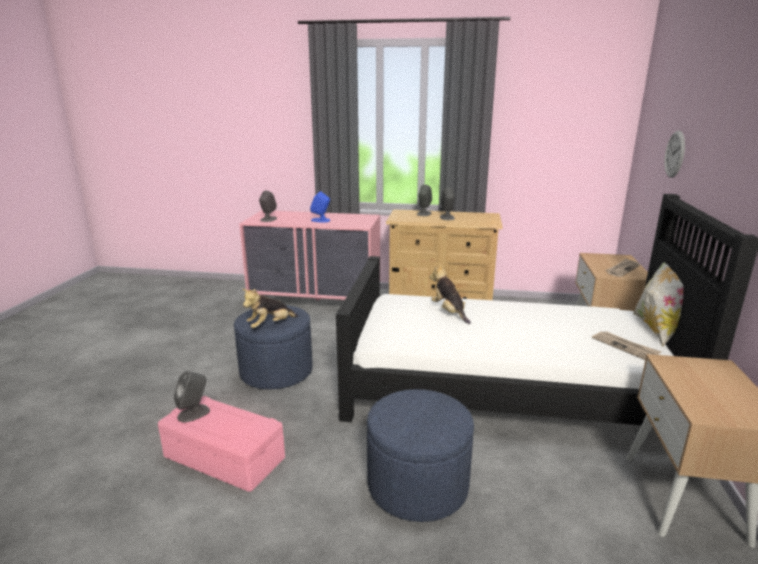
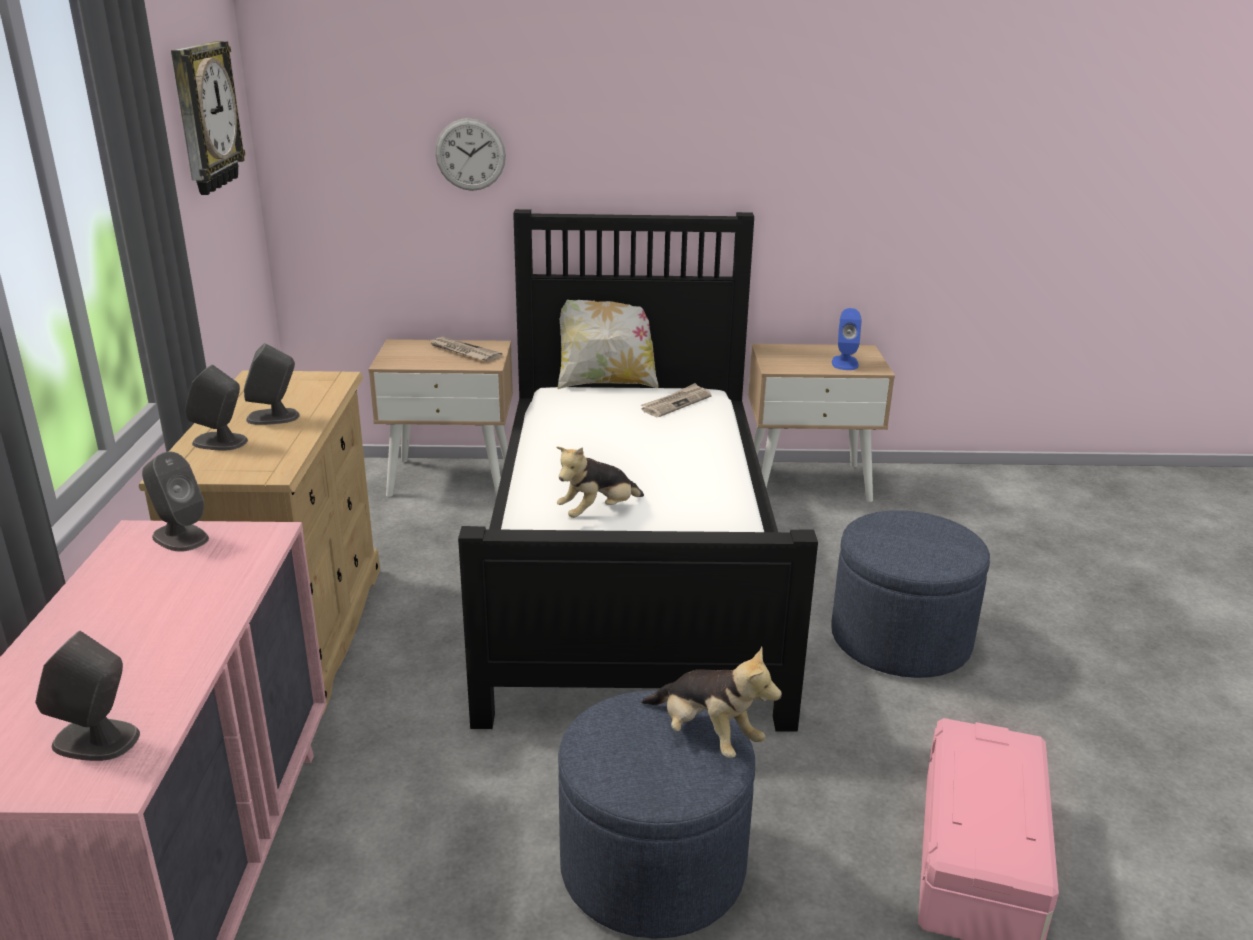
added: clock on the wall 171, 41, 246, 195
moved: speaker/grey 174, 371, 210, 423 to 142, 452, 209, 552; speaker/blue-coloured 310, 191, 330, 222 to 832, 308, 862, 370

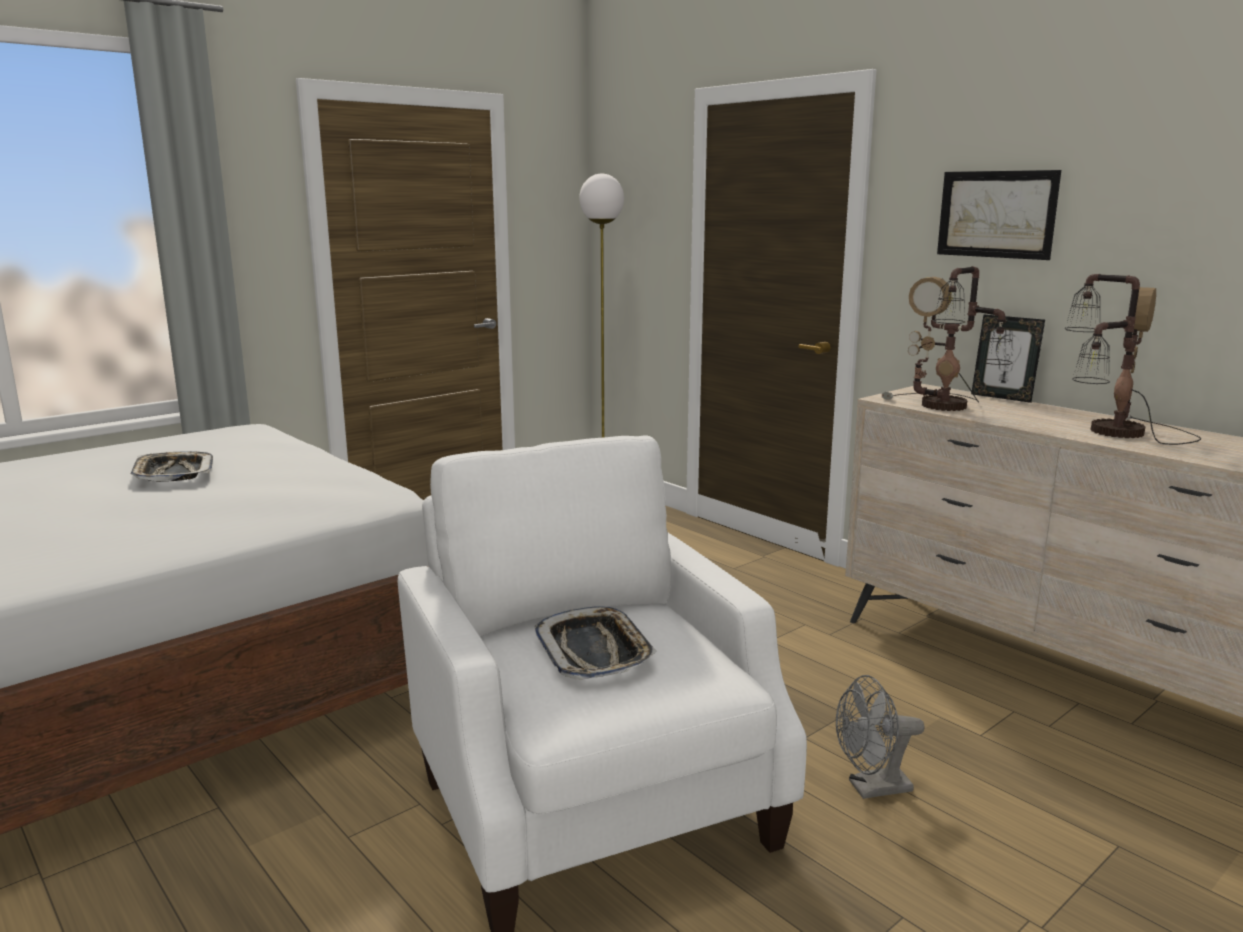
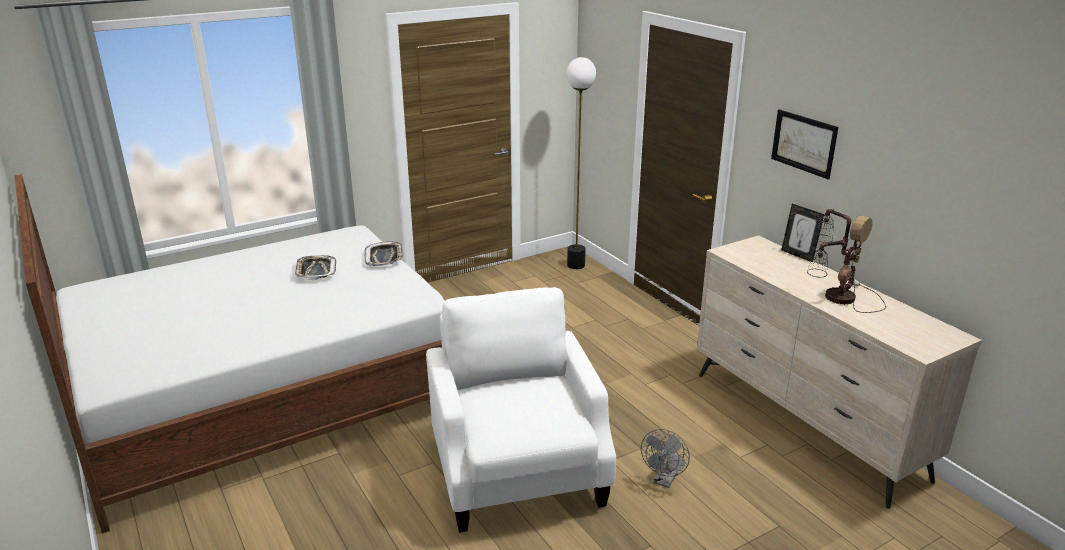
removed: tabletop lamp 882, 266, 1013, 411
moved: tray 534, 606, 657, 680 to 365, 241, 403, 266
turned: electric fan/grey 836, 675, 925, 799 = 641, 429, 690, 488 60 degrees counterclockwise

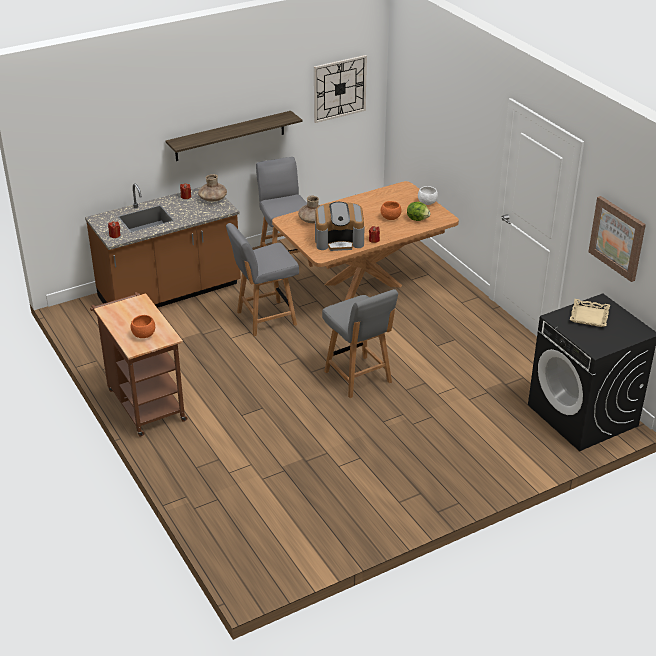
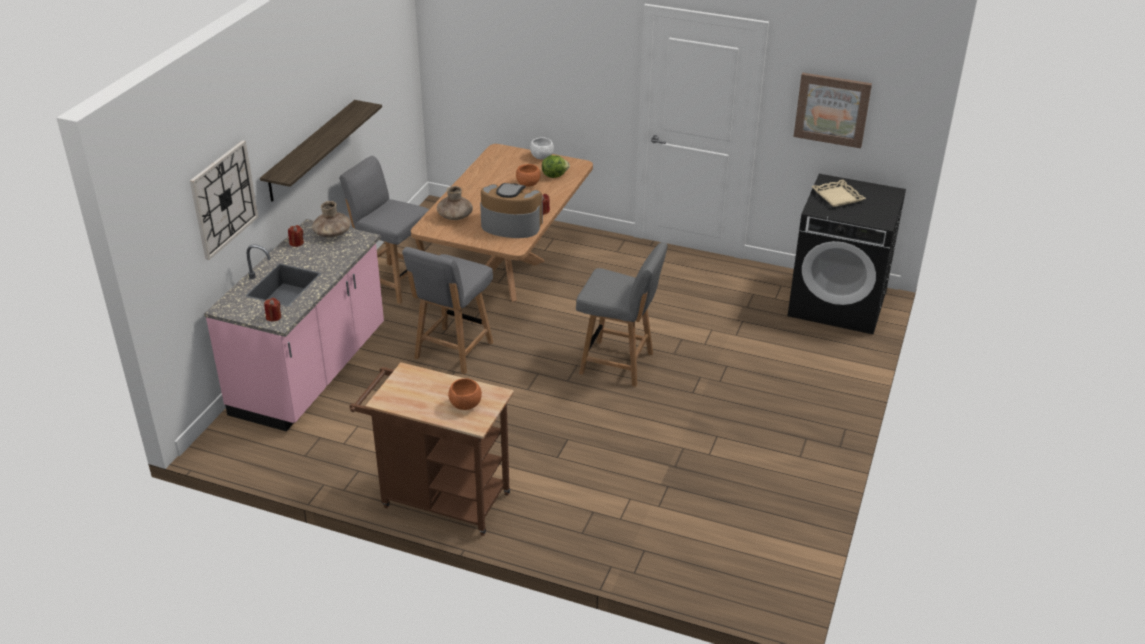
moved: clock on the wall 314, 55, 367, 123 to 190, 140, 258, 260
recoloured: kitchen base unit/brown-coloured 85, 183, 241, 308 to kitchen base unit/pink 204, 219, 384, 432
turned: coffee machine 315, 202, 365, 251 = 480, 183, 543, 238 120 degrees counterclockwise

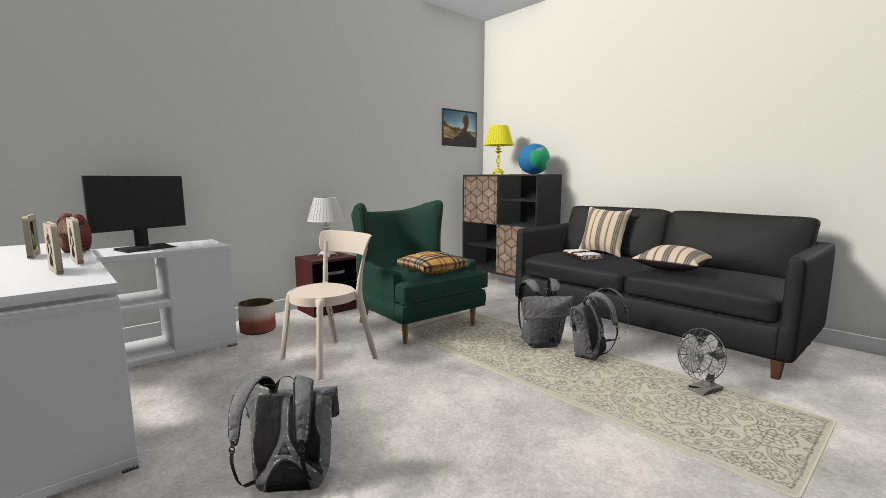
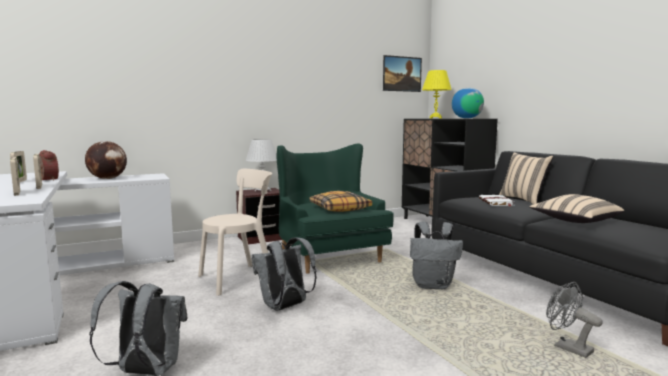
removed: plant pot 238, 298, 276, 335
moved: backpack/grey 570, 288, 629, 361 to 251, 237, 317, 311
replaced: computer display 81, 176, 186, 253 to desk globe 85, 141, 127, 179
turned: electric fan/grey 677, 328, 727, 396 = 546, 282, 603, 358 60 degrees clockwise

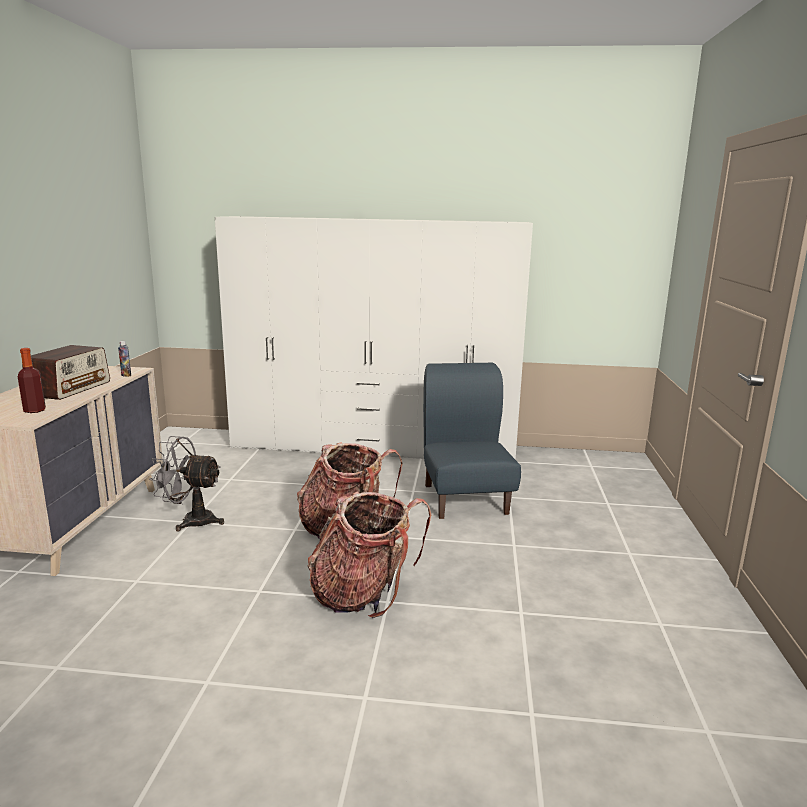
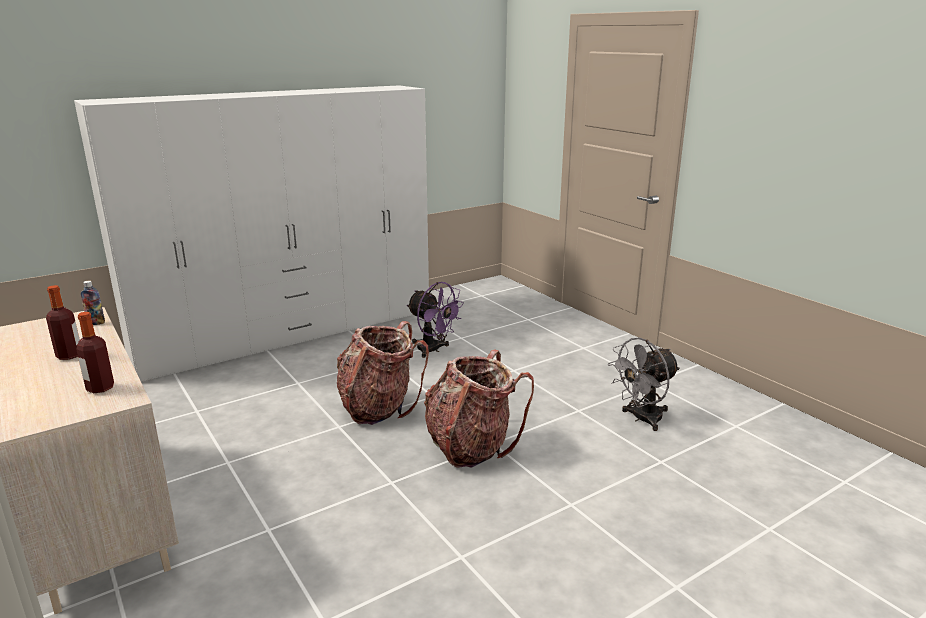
moved: electric fan/grey 149, 436, 224, 531 to 608, 337, 680, 431
replaced: radio set 22, 345, 110, 400 to bottle 46, 285, 80, 360; plain chair/blue-coloured 423, 363, 521, 519 to electric fan/purplish 407, 282, 464, 358

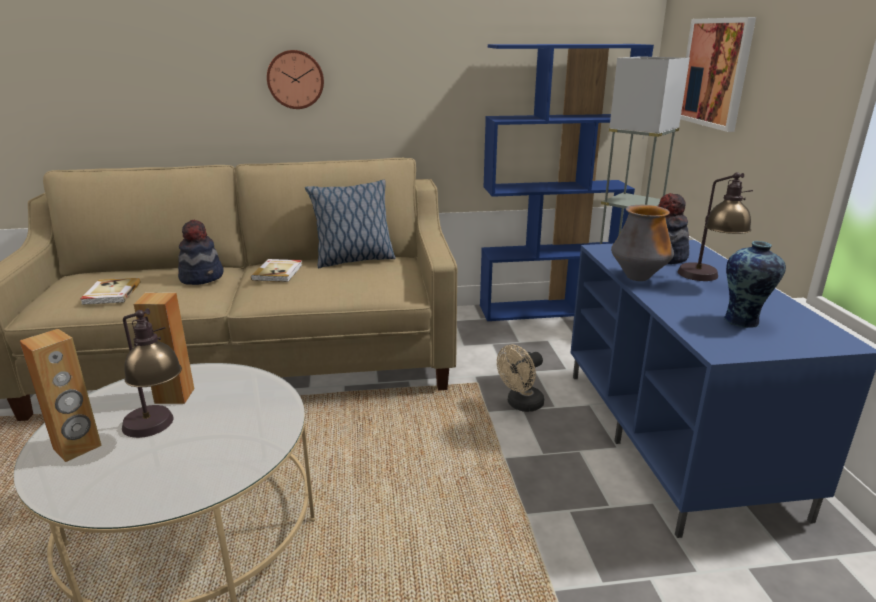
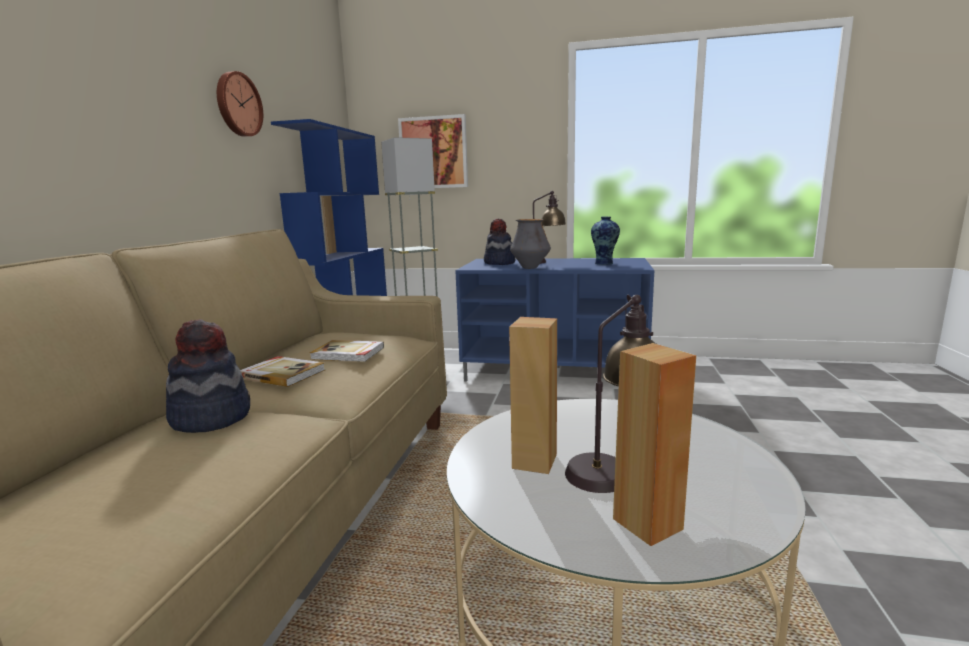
removed: throw pillow 305, 180, 396, 268; electric fan/sand-coloured 497, 345, 544, 412
moved: bound book 80, 278, 141, 305 to 310, 340, 384, 362; clock on the wall 267, 50, 324, 109 to 217, 71, 263, 137

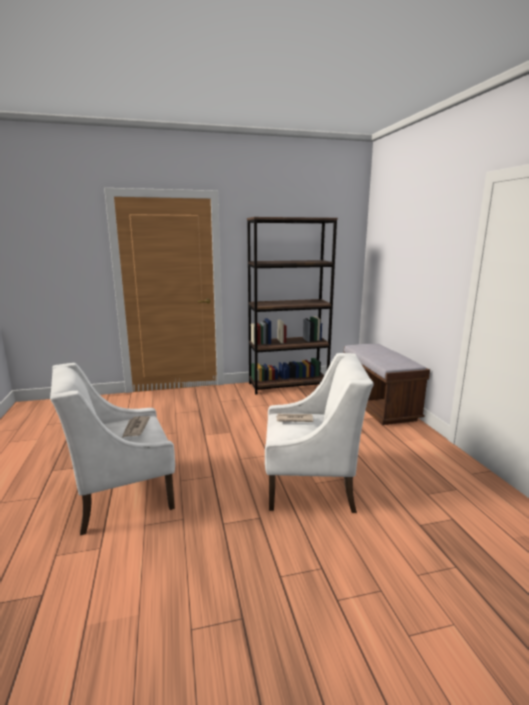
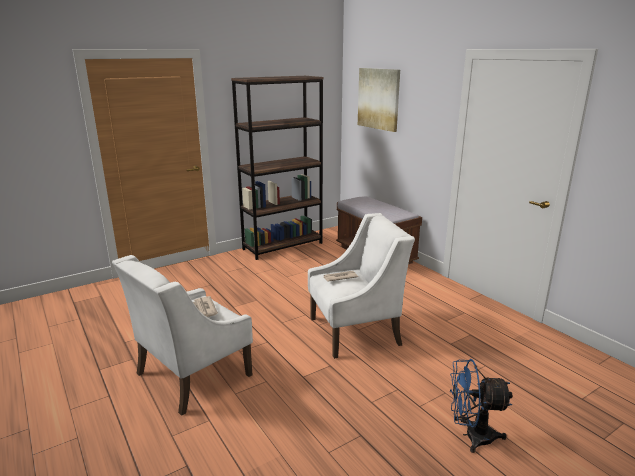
added: wall art 358, 68, 400, 132; electric fan/blue-coloured 450, 359, 512, 453

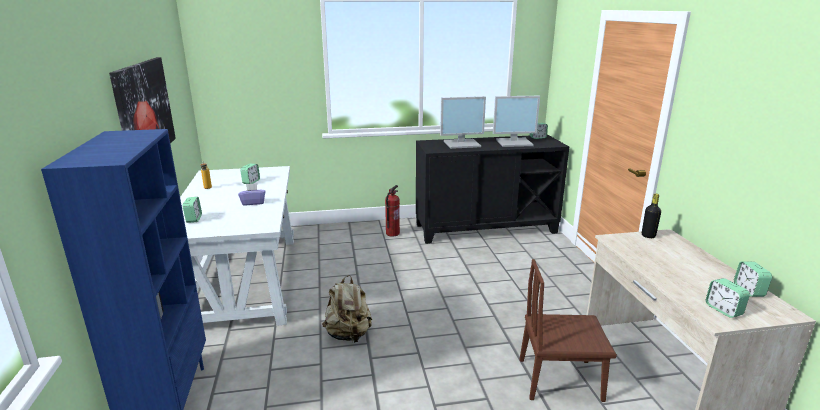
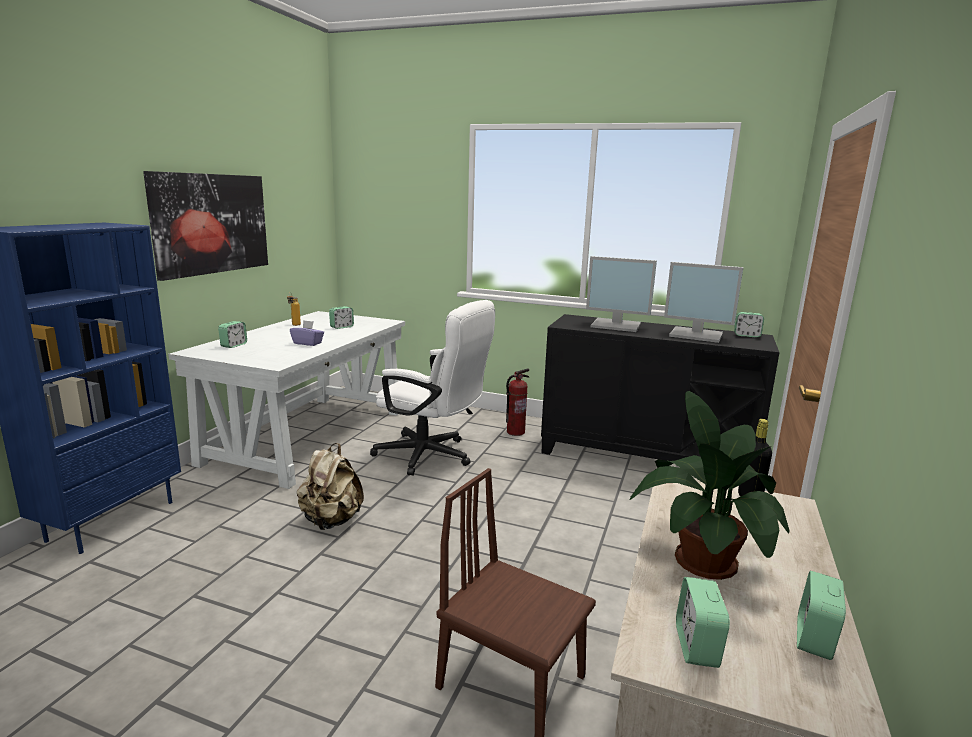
added: office chair/white-coloured 370, 300, 495, 476; potted plant 629, 391, 789, 580

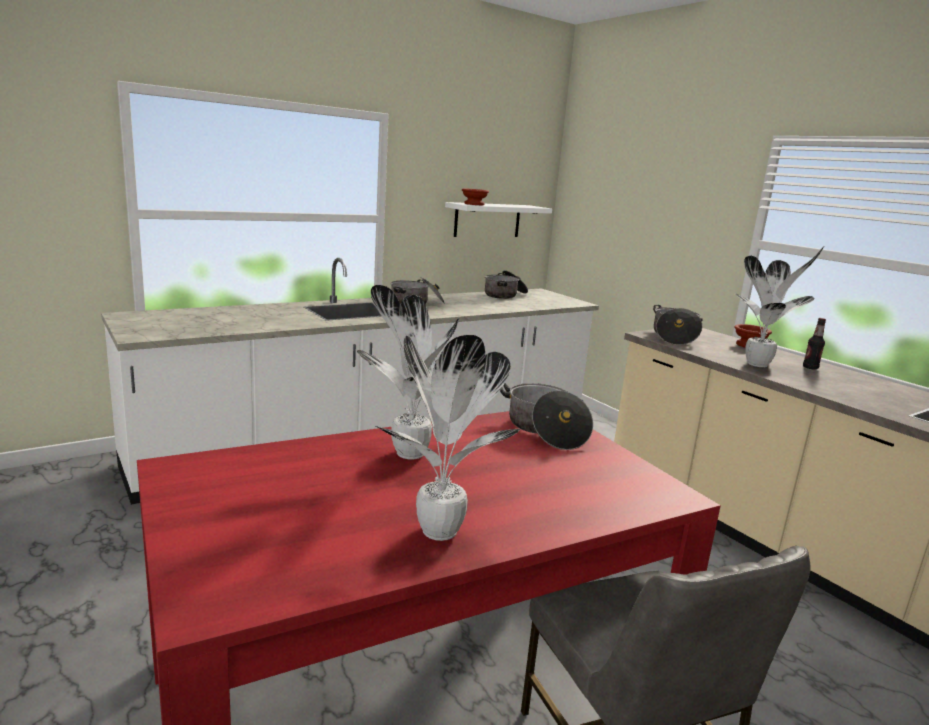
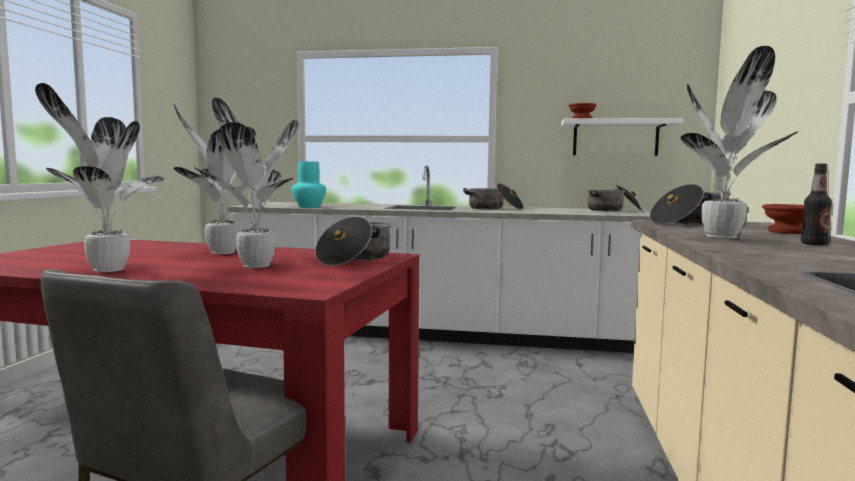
added: potted plant 194, 98, 299, 268; flower vase/blue-green 291, 161, 326, 208

